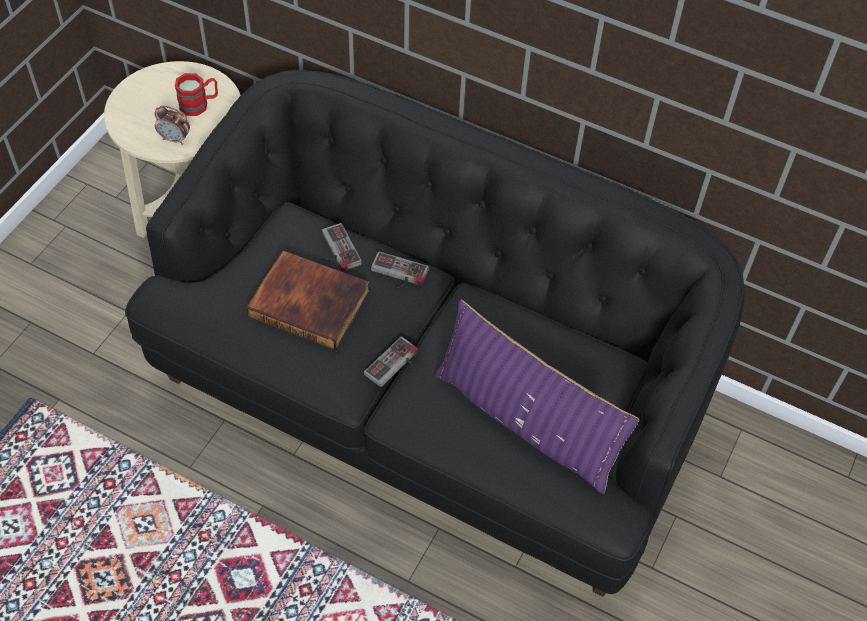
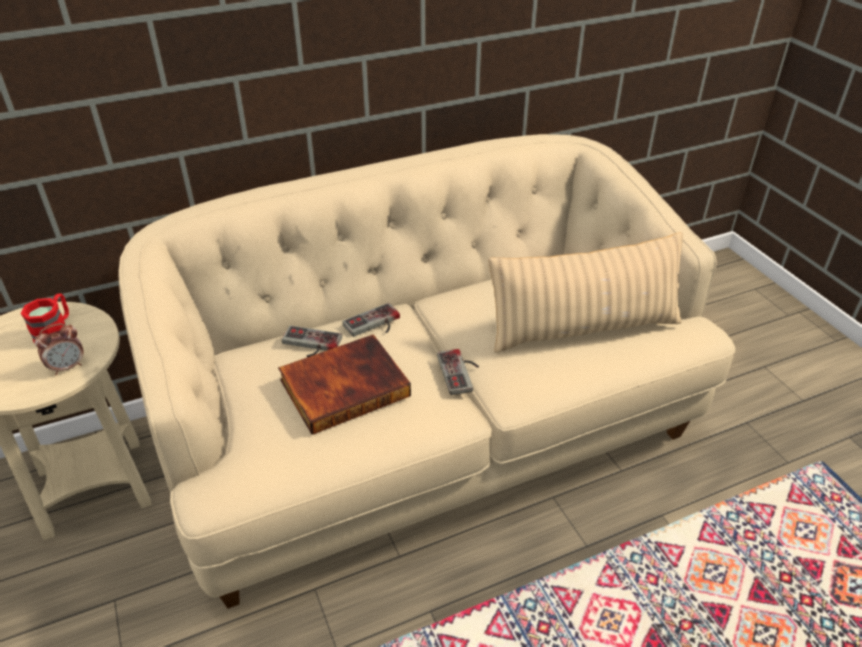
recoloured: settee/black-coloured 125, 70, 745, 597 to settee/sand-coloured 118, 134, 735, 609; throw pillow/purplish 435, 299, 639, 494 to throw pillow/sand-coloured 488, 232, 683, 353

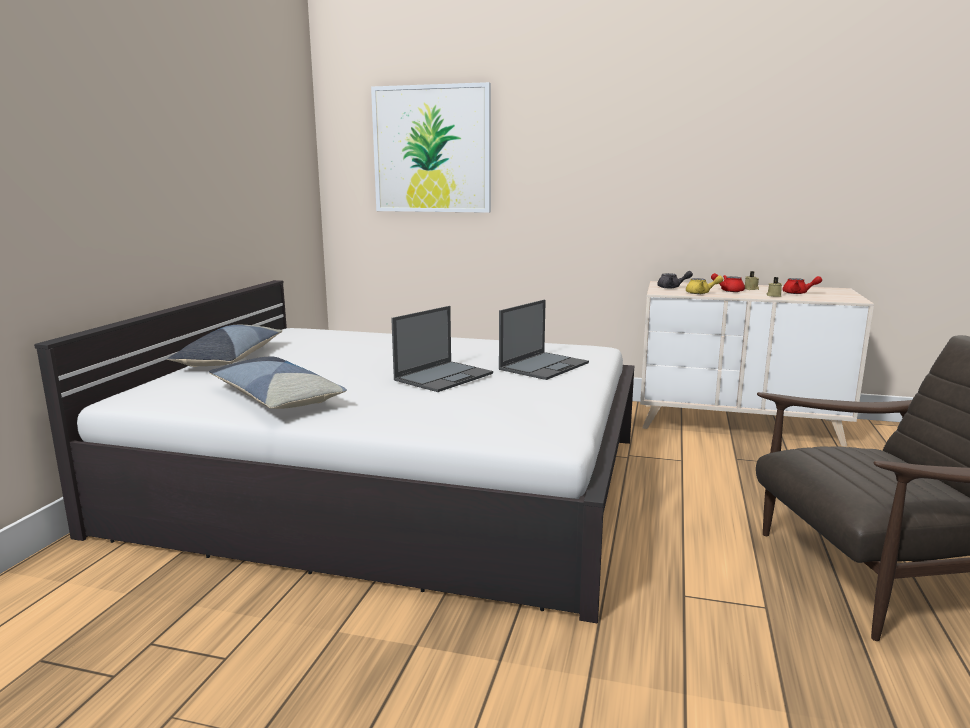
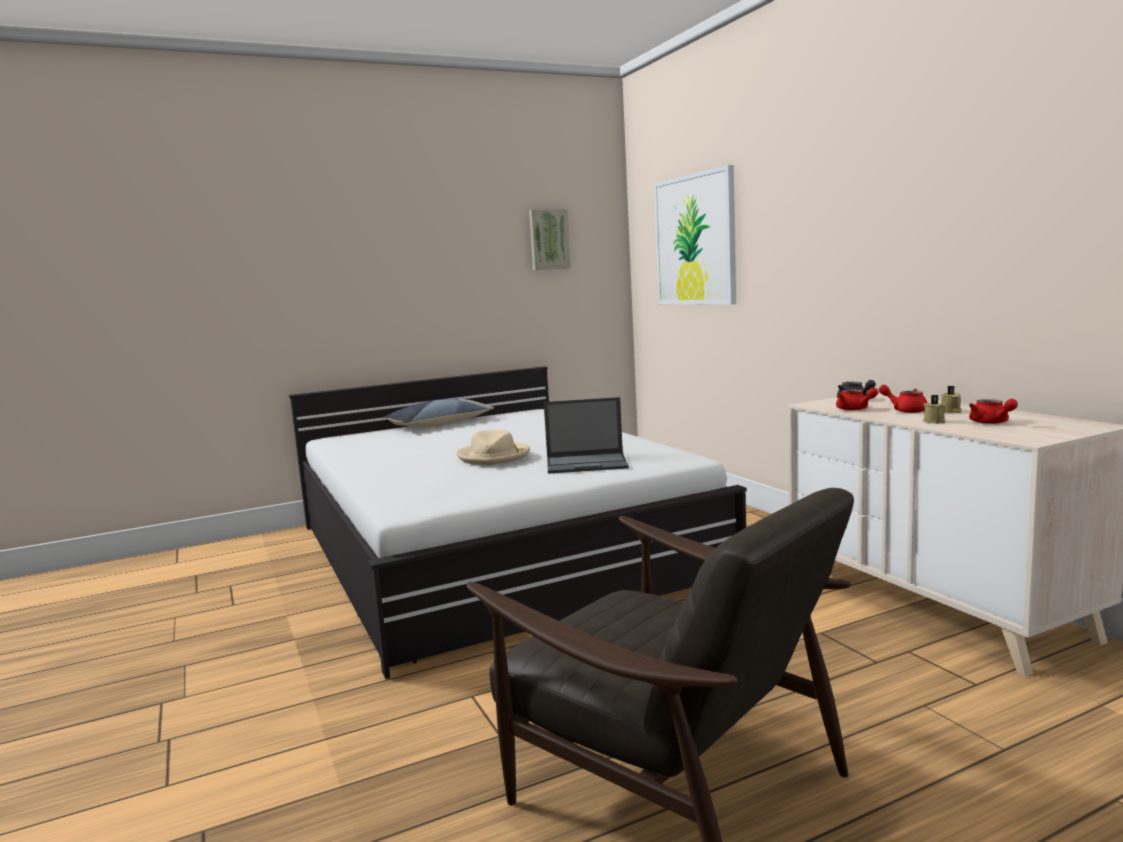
removed: throw pillow 209, 357, 347, 409
added: wall art 529, 209, 571, 270
replaced: portable computer 391, 306, 493, 392 to hat/sand-coloured 456, 430, 530, 465
recoloured: tea pot/yellowish 686, 276, 723, 294 to tea pot/red-coloured 836, 388, 879, 410

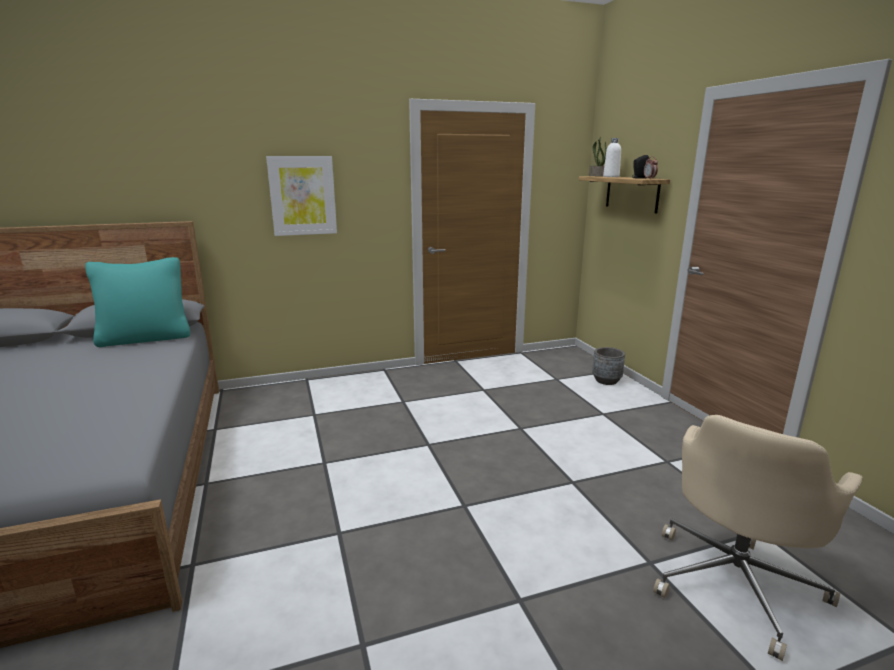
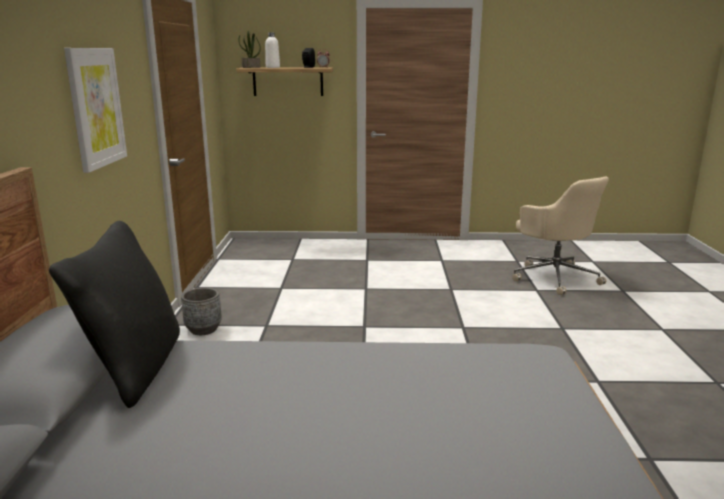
moved: plant pot/grey 592, 347, 625, 385 to 181, 287, 222, 335
recoloured: throw pillow/blue-green 85, 257, 190, 347 to throw pillow/black-coloured 49, 221, 180, 408

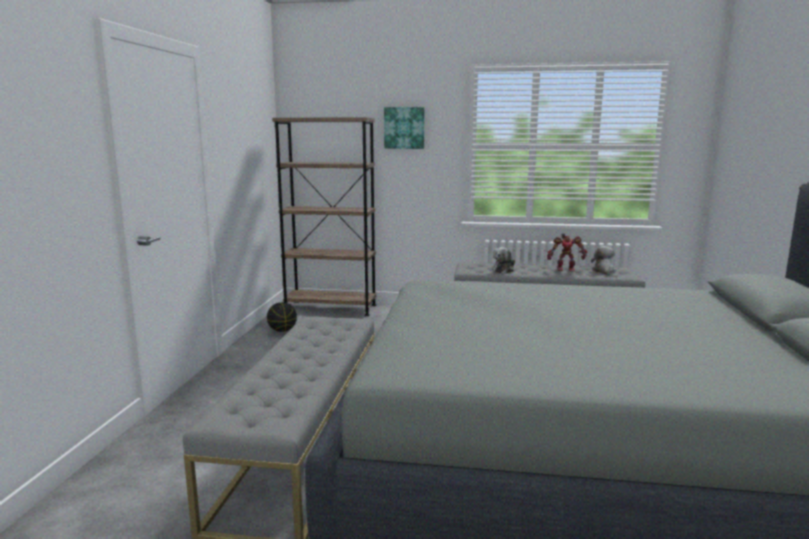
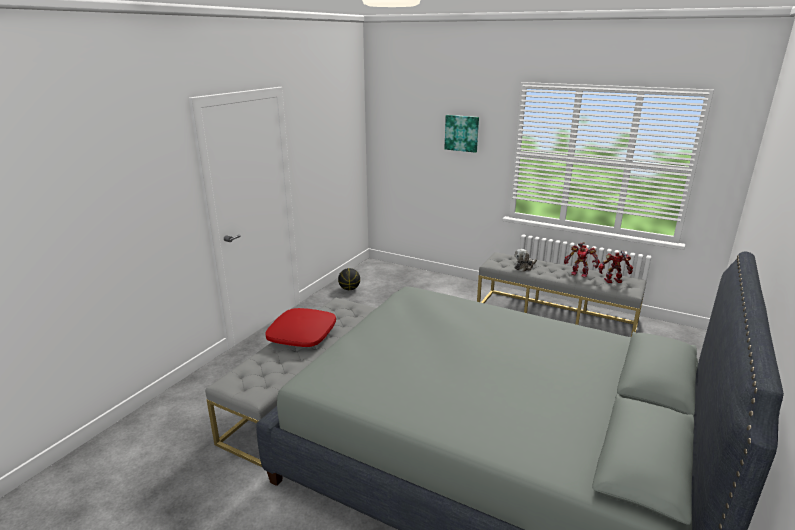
removed: shelving unit/brown-coloured 272, 117, 376, 316
added: throw pillow/red-coloured 265, 308, 336, 347
replaced: cuddly toy 591, 246, 616, 276 to toy robot 599, 251, 633, 283

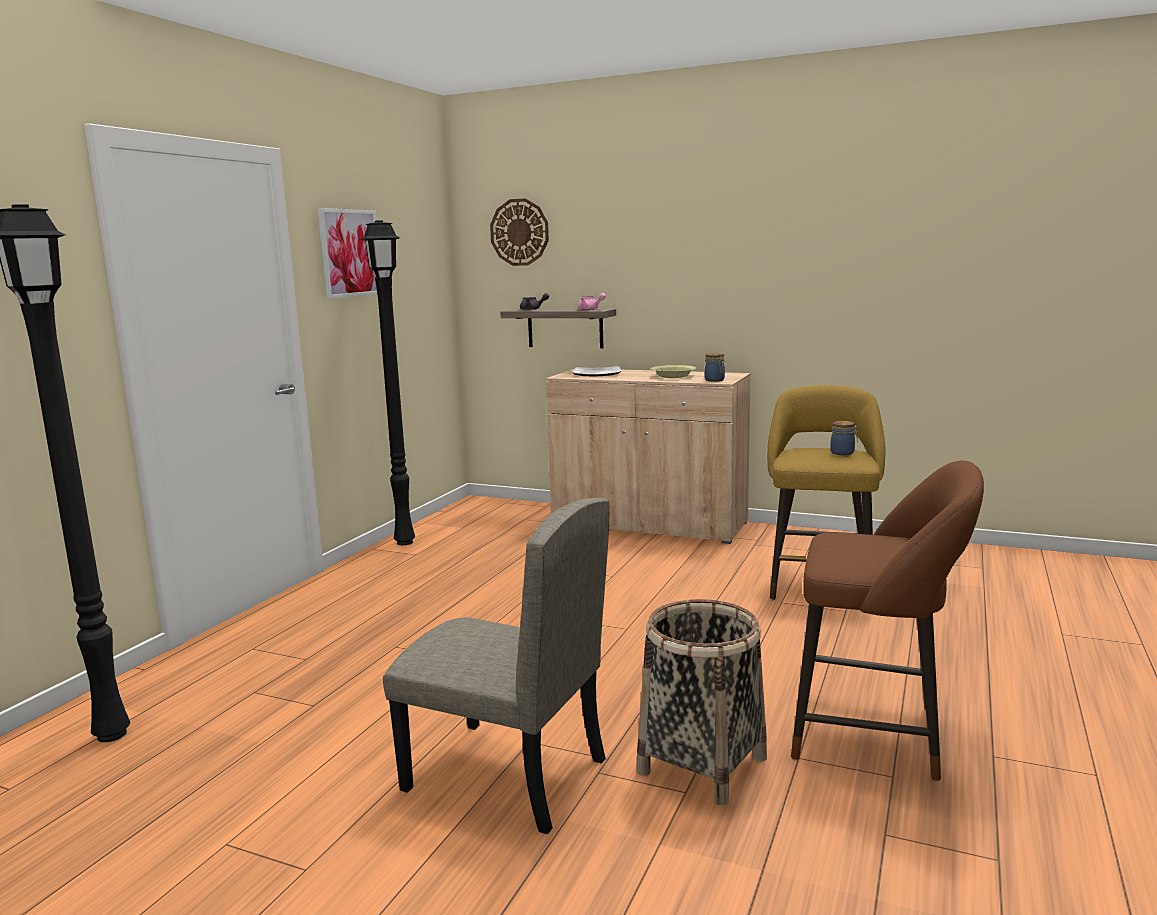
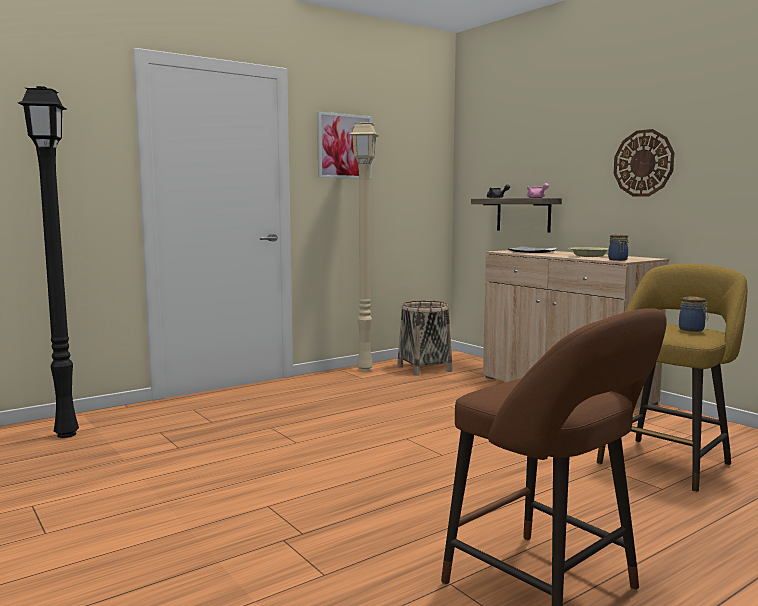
removed: plain chair/sand-coloured 383, 498, 610, 834
moved: clock on the wall 490, 198, 549, 266 to 614, 129, 674, 197; basket 636, 599, 767, 805 to 397, 300, 453, 376
recoloured: standing lamp/black-coloured 361, 220, 415, 545 to standing lamp/sand-coloured 350, 121, 379, 372

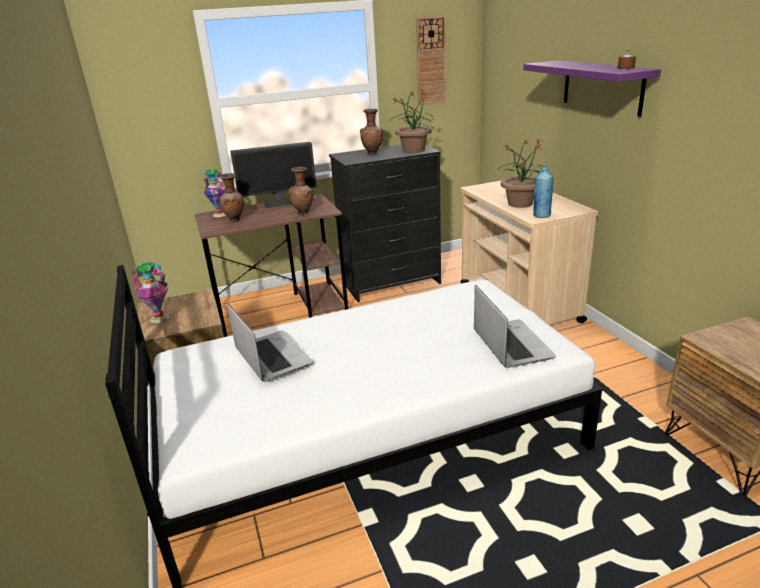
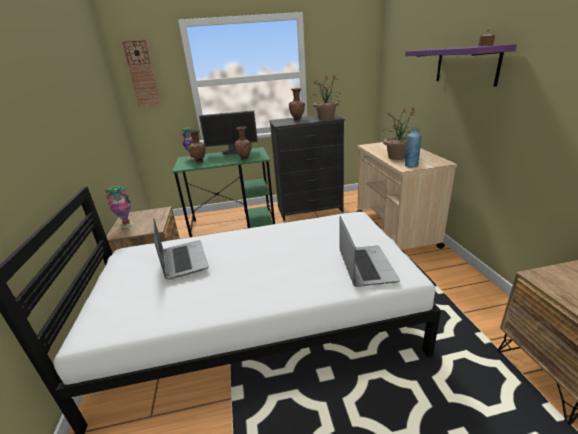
moved: clock on the wall 416, 16, 446, 105 to 121, 39, 162, 108
recoloured: desk unit/brown-coloured 194, 194, 348, 337 to desk unit/greenish 172, 147, 275, 237

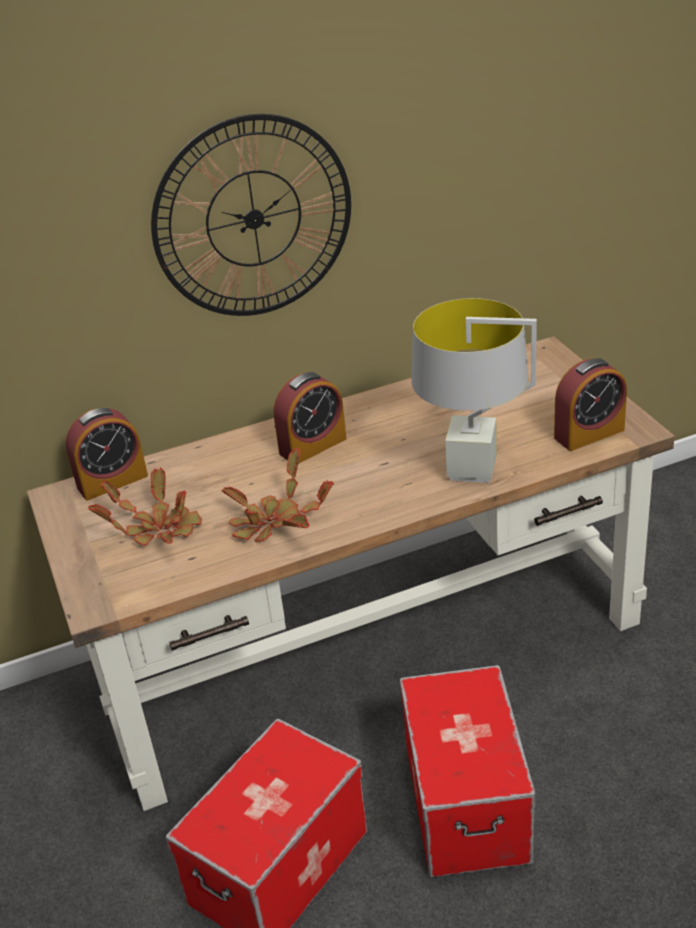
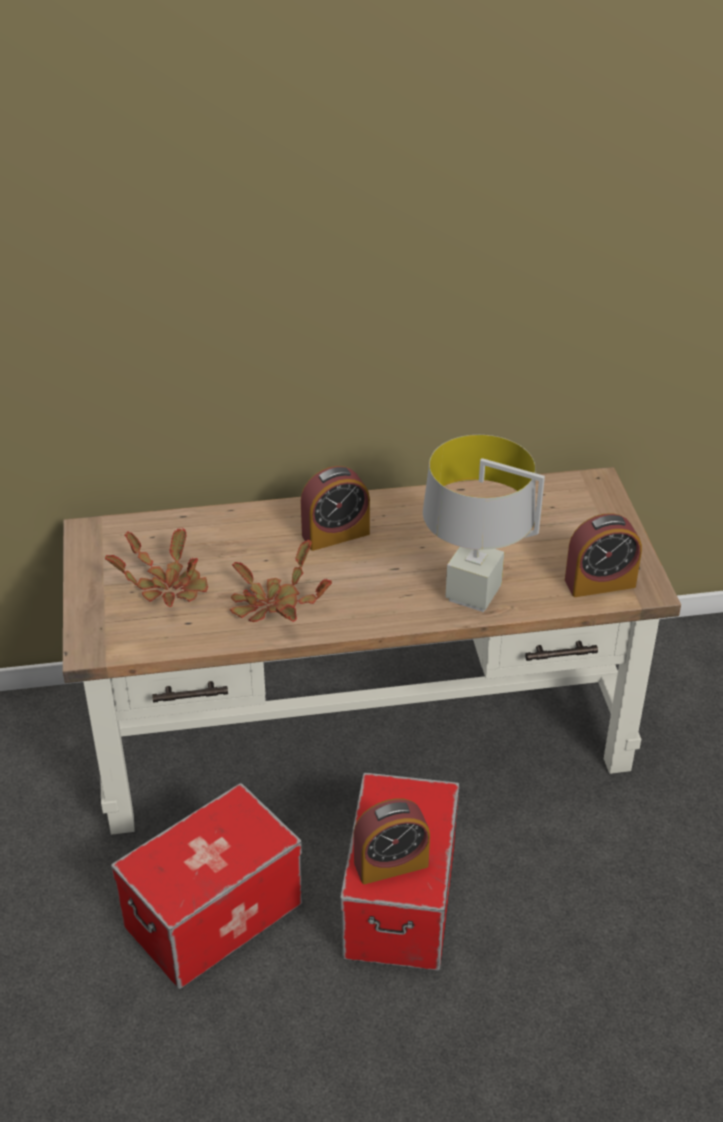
removed: clock on the wall 151, 114, 351, 316
moved: bedside clock 66, 408, 148, 501 to 354, 798, 430, 884

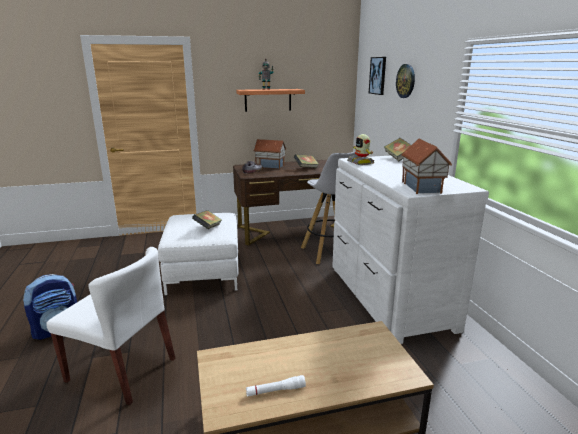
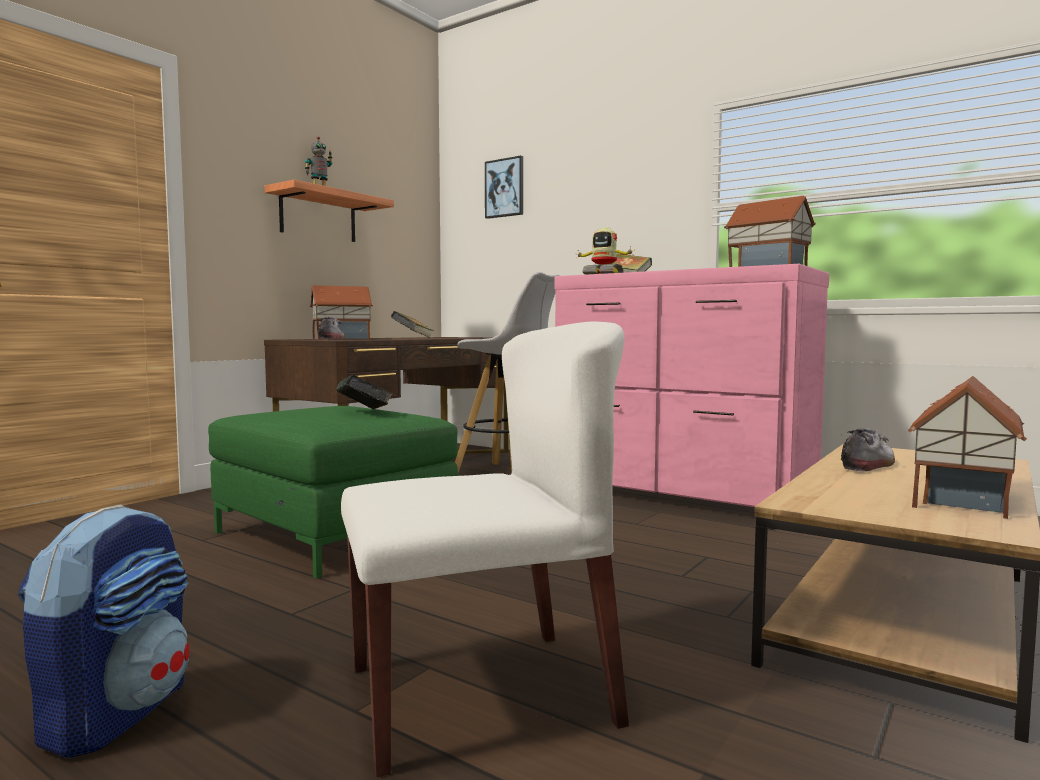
removed: clock on the wall 396, 64, 415, 98
added: item of footwear 841, 428, 895, 472
replaced: torch/white-coloured 246, 375, 306, 397 to toy house 908, 376, 1027, 519
recoloured: pouffe/white-coloured 158, 213, 238, 295 to pouffe/greenish 208, 406, 458, 579; dresser/white-coloured 332, 156, 489, 344 to dresser/pink 554, 264, 829, 507

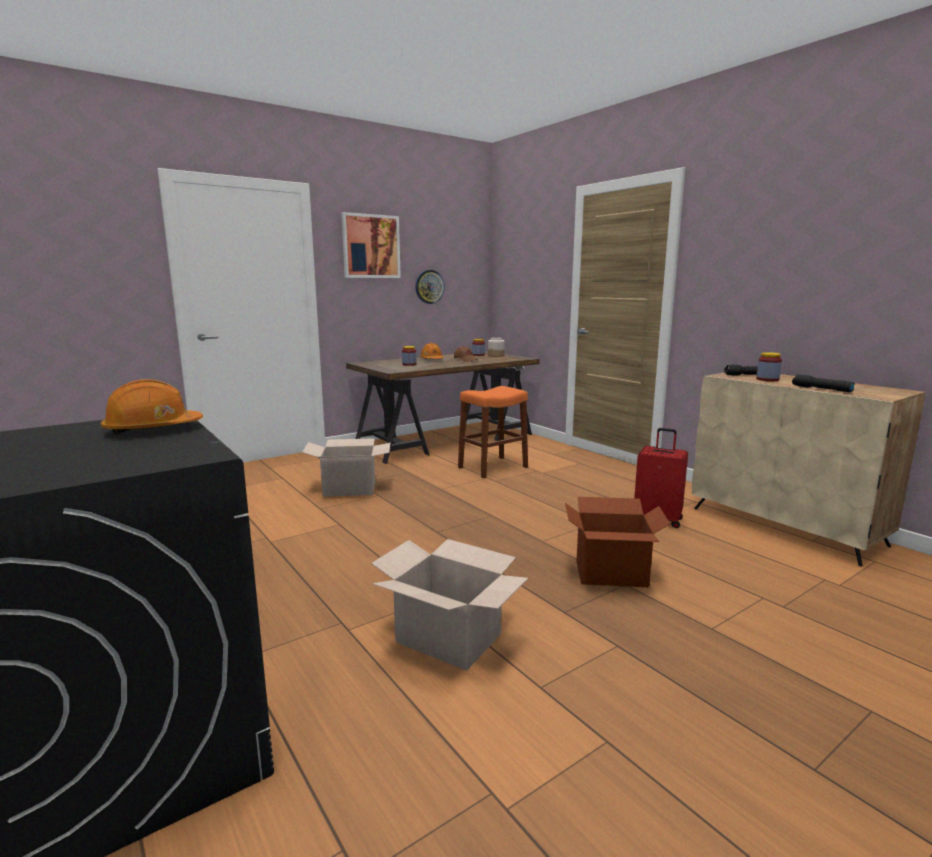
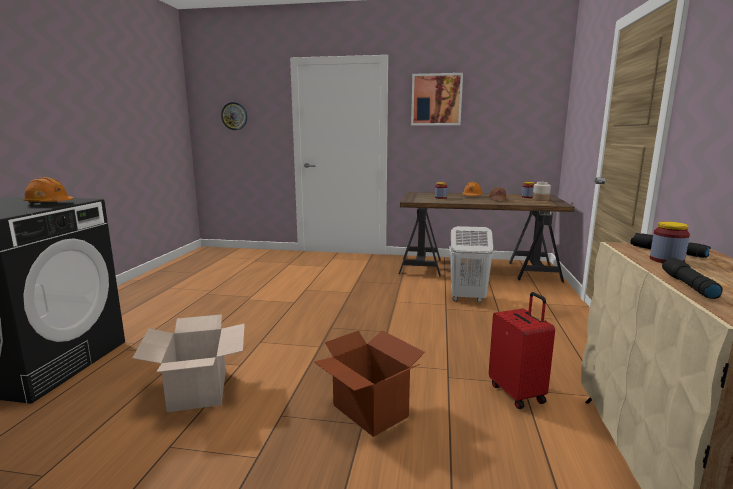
removed: carton 302, 438, 390, 497
moved: clock on the wall 415, 270, 445, 304 to 221, 102, 247, 130
replaced: stool seat/orangey 458, 386, 528, 478 to laundry basket/white-coloured 449, 226, 494, 302

